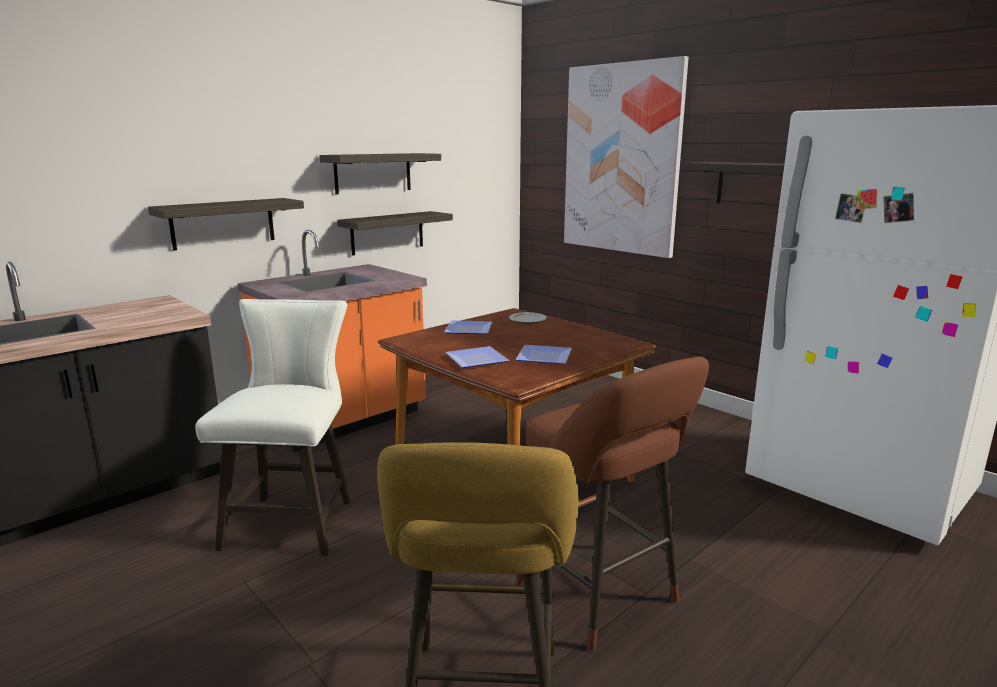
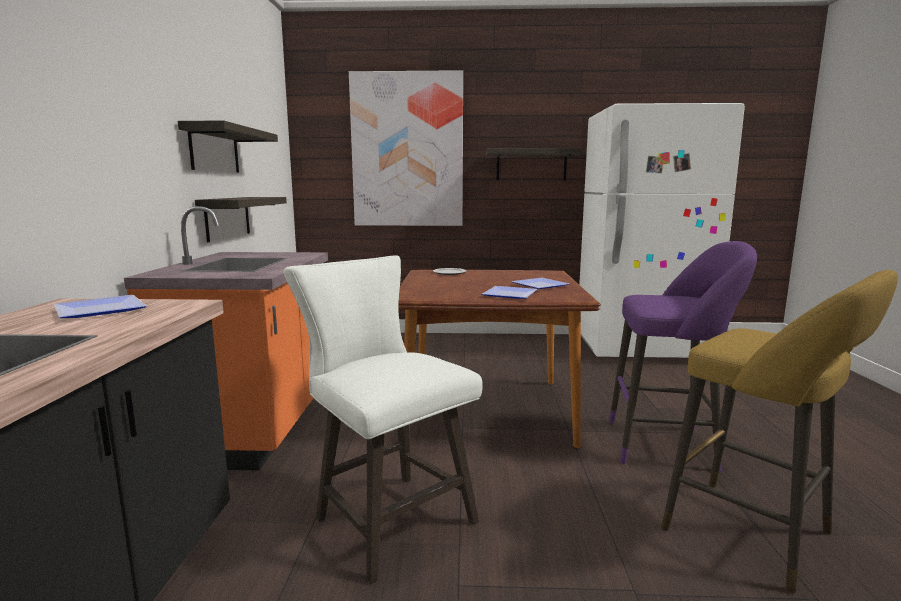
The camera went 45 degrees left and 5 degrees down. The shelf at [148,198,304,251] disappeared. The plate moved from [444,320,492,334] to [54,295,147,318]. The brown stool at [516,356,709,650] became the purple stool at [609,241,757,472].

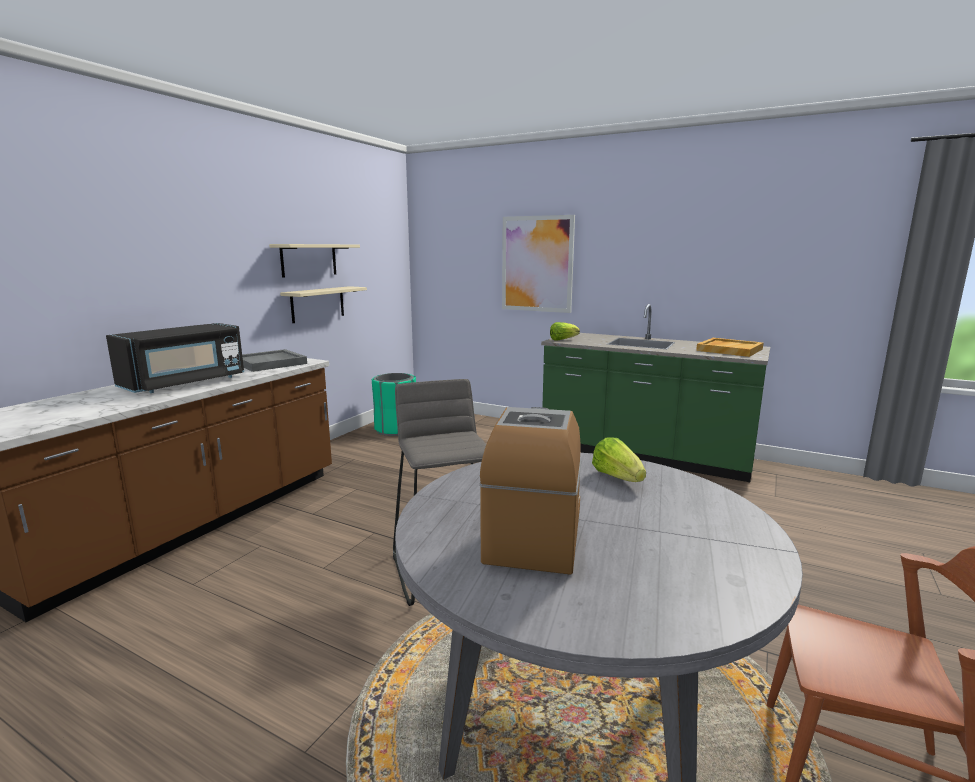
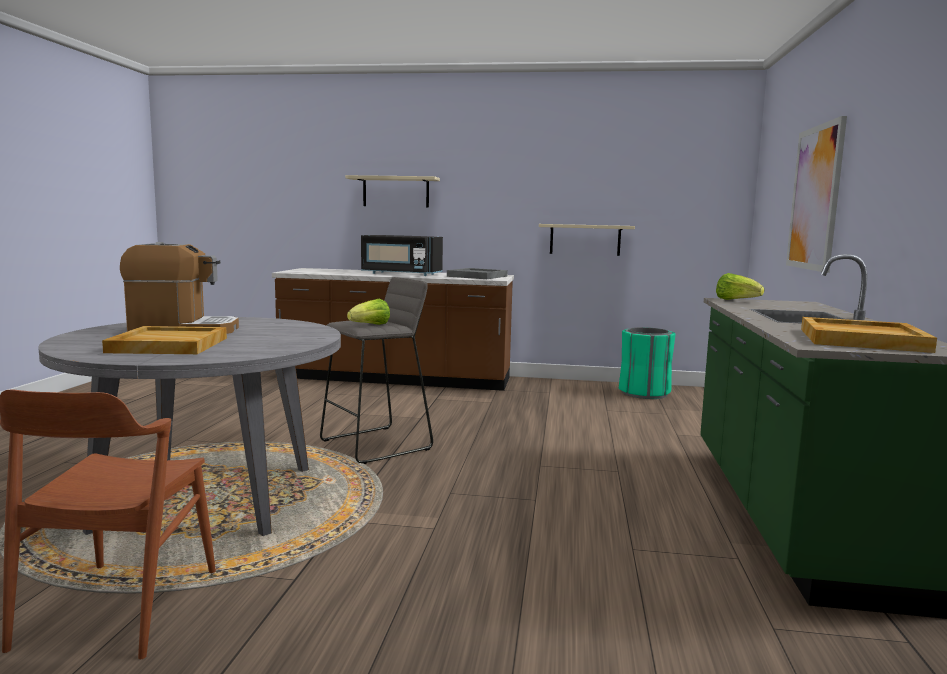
The camera went 70 degrees right and 5 degrees down. The beige shelf moved from [269,244,360,278] to [345,175,440,207]. The lettuce moved from [592,437,646,482] to [347,299,390,325]. The beige tray at [102,326,227,354] appeared.

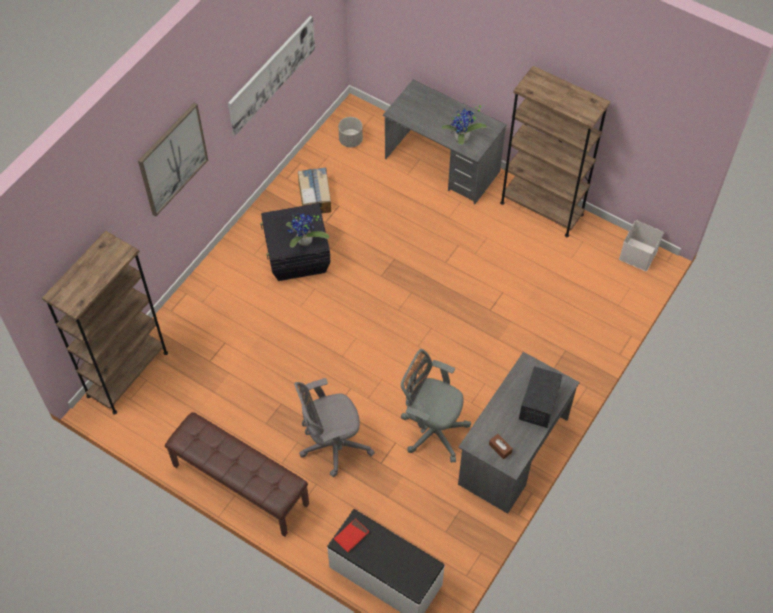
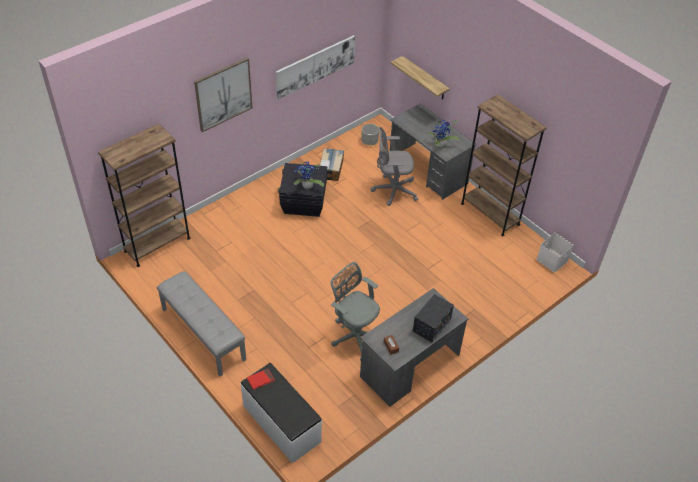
The camera went 15 degrees right and 10 degrees down. The grey office chair moved from [294,378,375,477] to [371,127,418,206]. The brown bench at [165,412,309,537] became the grey bench at [156,271,246,376]. The shelf at [391,56,450,100] appeared.

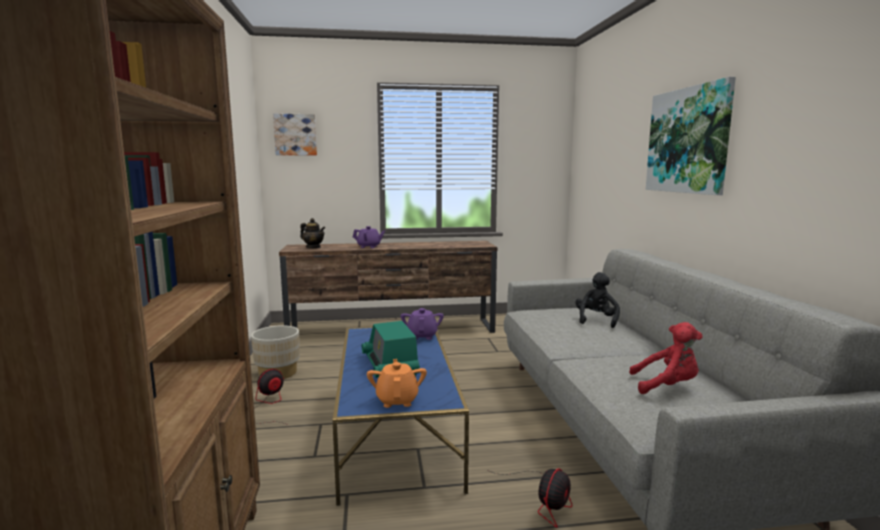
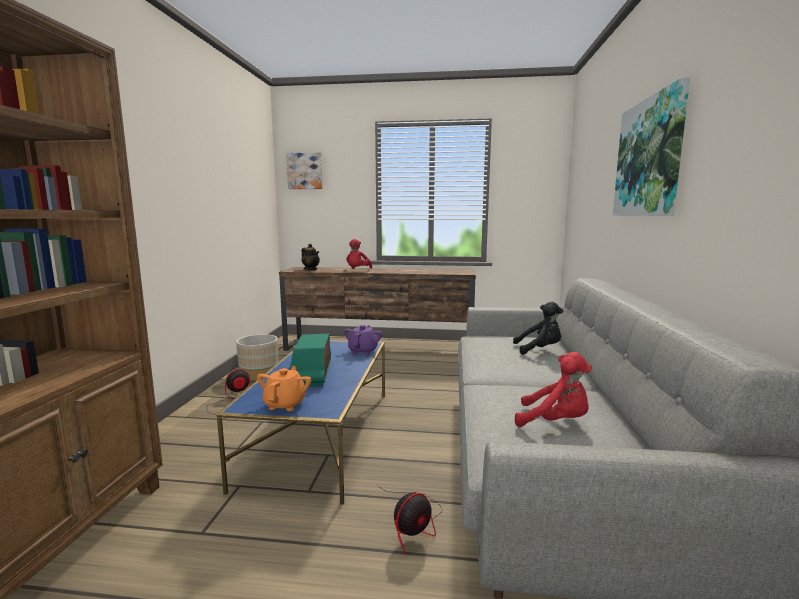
The camera went 15 degrees right and 0 degrees up. The purple teapot at [353,226,385,248] was replaced by the red plush toy at [346,239,372,269]. The black plush toy at [576,272,620,328] turned 60 degrees clockwise.

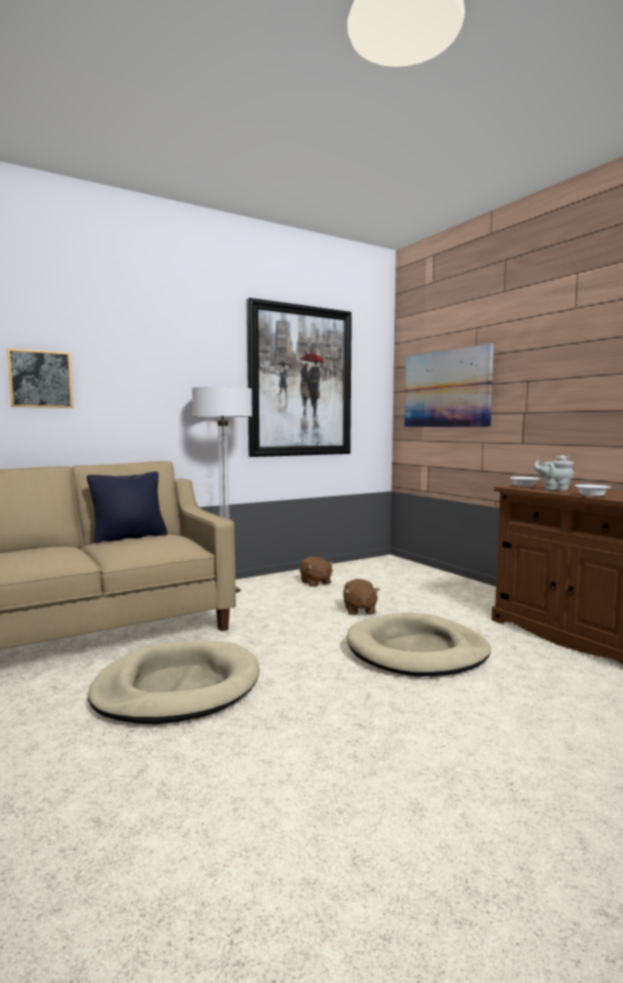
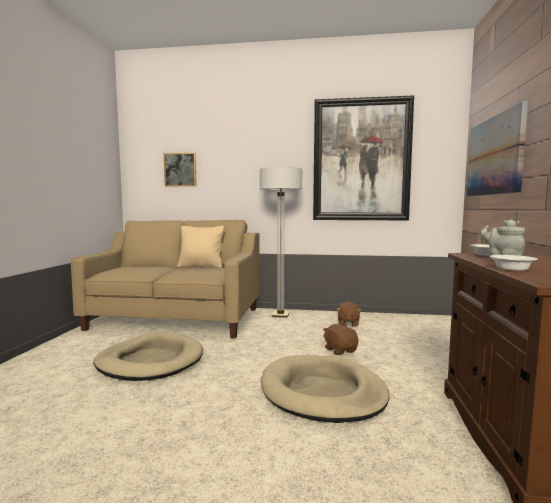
The camera went 40 degrees right and 0 degrees up. The black pillow at [87,471,167,543] became the beige pillow at [177,226,224,268]. The brown plush toy at [343,579,380,615] turned 120 degrees clockwise.

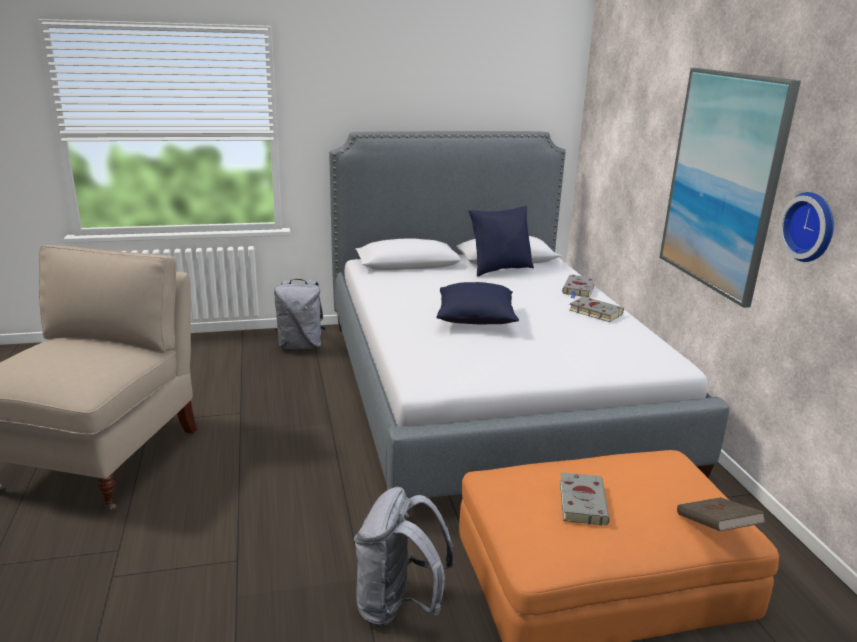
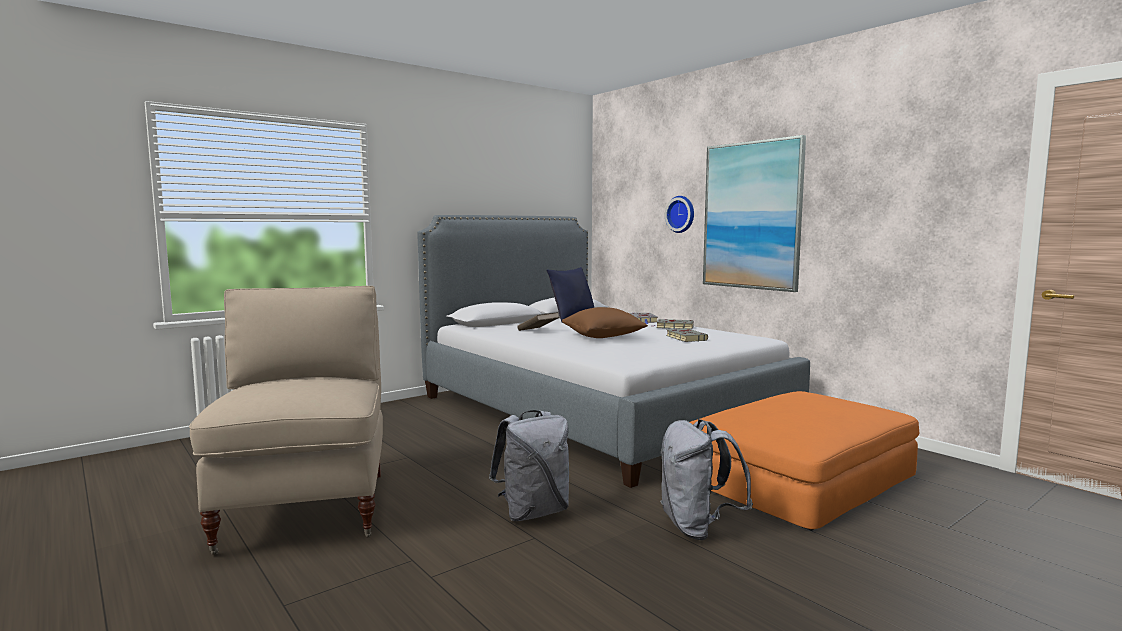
The camera went 25 degrees left and 15 degrees down. The wall clock moved from [779,192,834,262] to [665,196,694,233]. The grey backpack moved from [274,279,326,349] to [489,410,569,521]. The blue pillow at [436,282,519,325] became the brown pillow at [562,307,648,338]. The grey book moved from [560,472,610,526] to [666,328,708,342]. The brown book moved from [677,497,766,531] to [517,312,560,331].

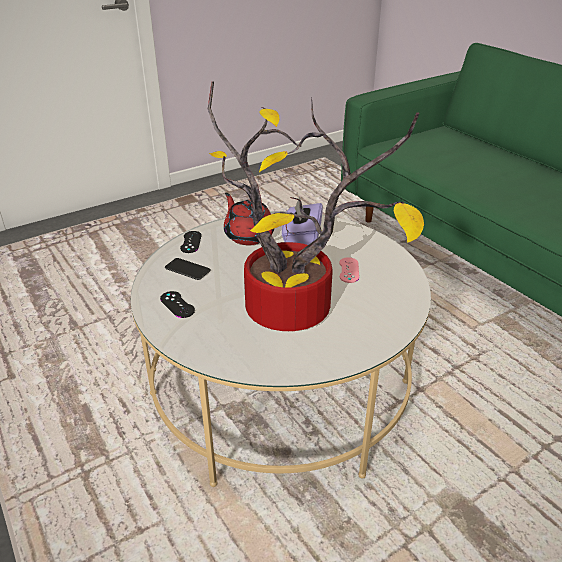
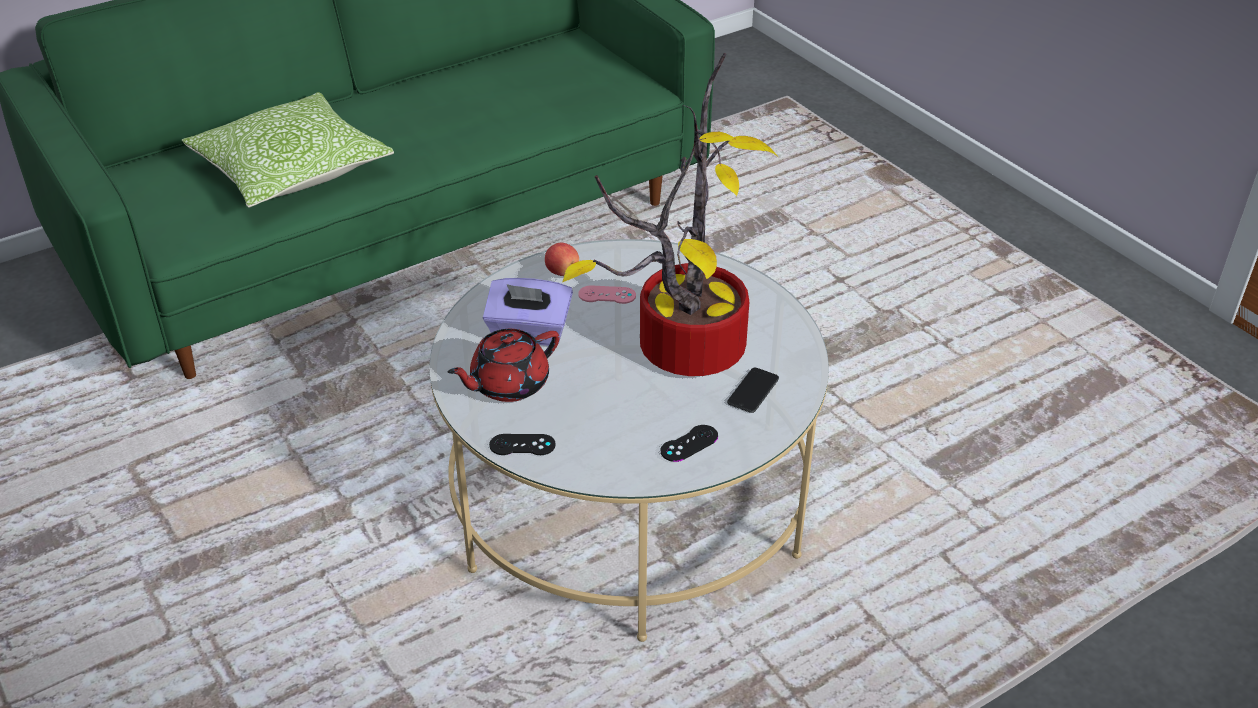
The camera went 90 degrees left and 5 degrees up. The phone moved from [165,258,211,280] to [727,368,779,413]. The pillow at [182,92,394,208] appeared. The apple at [545,243,579,276] appeared.

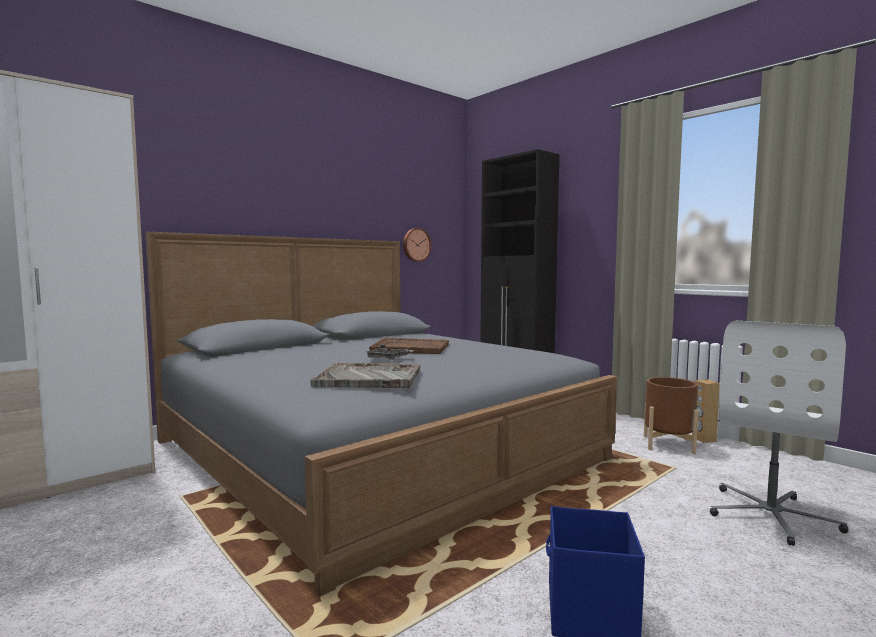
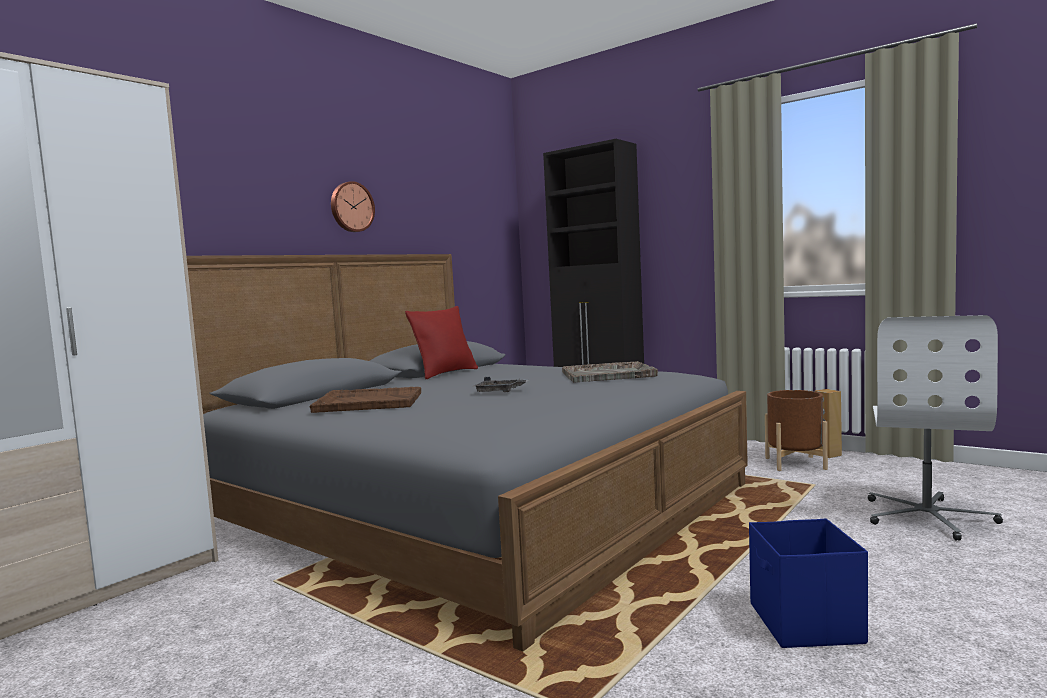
The camera went 10 degrees left and 0 degrees up. The wall clock moved from [403,228,431,262] to [331,181,375,232]. The brown tray moved from [369,337,449,354] to [310,387,421,413]. The grey tray moved from [310,363,421,388] to [562,361,658,382]. The red pillow at [405,306,478,379] appeared.

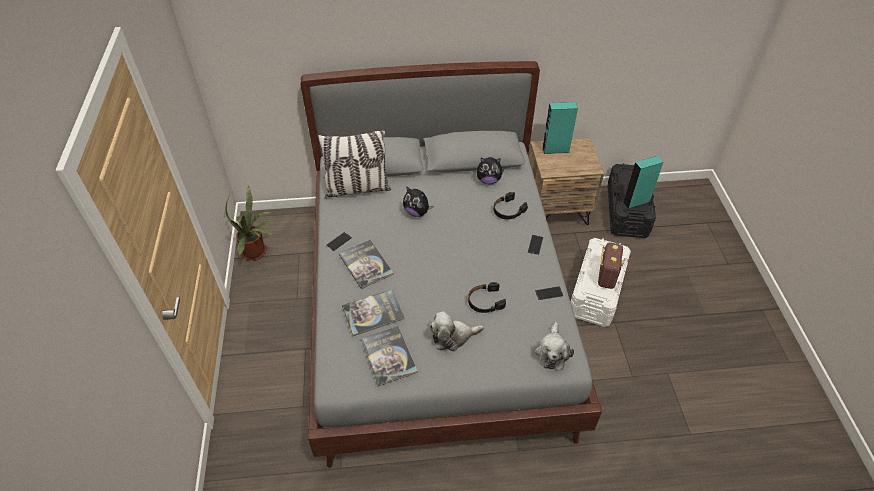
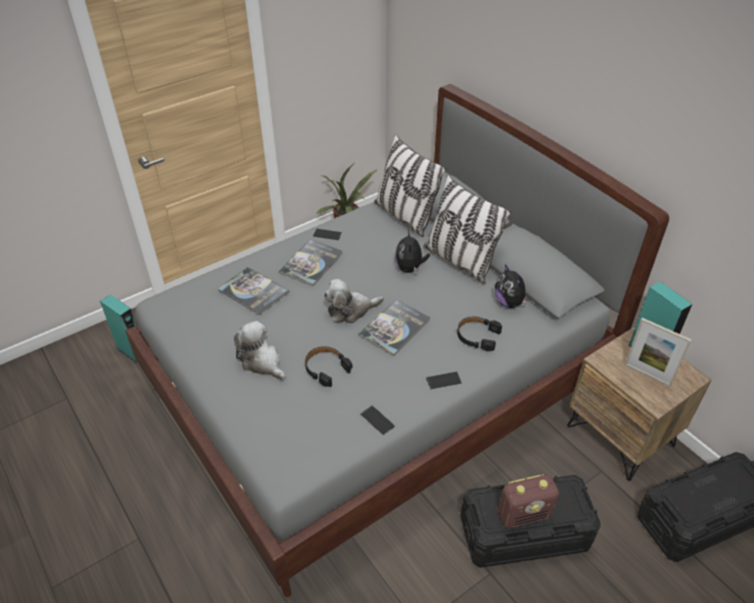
The camera went 60 degrees right and 5 degrees down. The turquoise speaker moved from [623,156,663,209] to [100,294,137,363]. The white storage box at [571,238,631,327] became the black storage box at [461,475,601,568]. The plush toy moved from [535,322,574,370] to [324,279,384,323]. The book moved from [361,326,418,386] to [358,299,430,356]. The pillow at [423,175,511,284] appeared. The picture frame at [625,318,692,387] appeared.

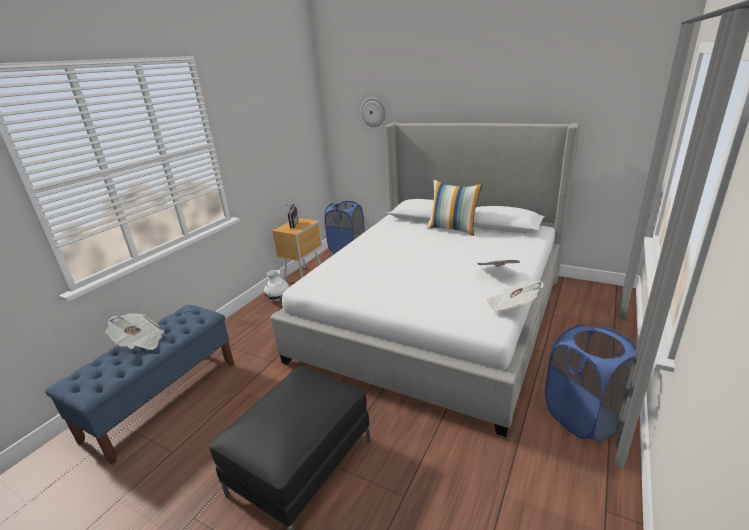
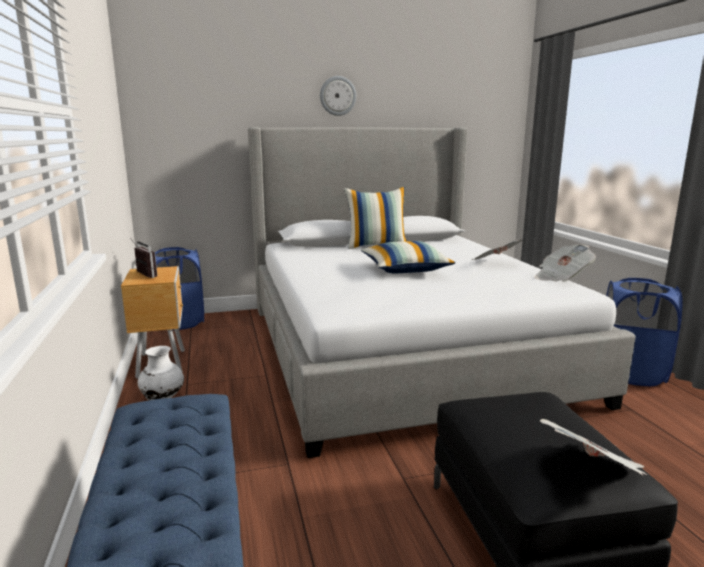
The camera went 45 degrees left and 10 degrees down. The wall clock moved from [361,97,386,127] to [320,76,356,116]. The newspaper moved from [105,313,164,350] to [540,419,646,476]. The pillow at [361,241,456,273] appeared.

